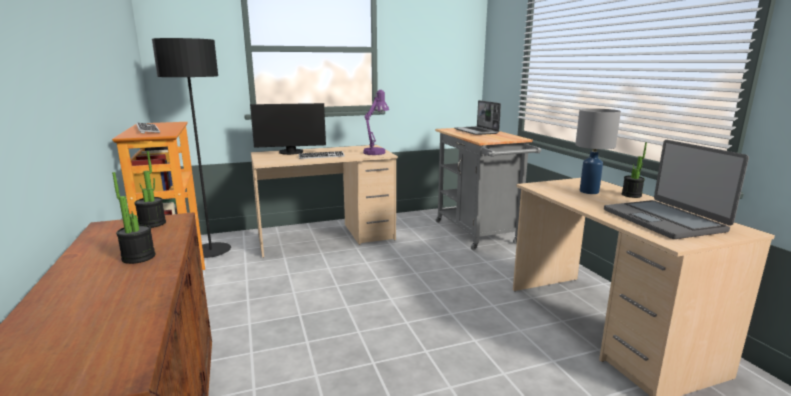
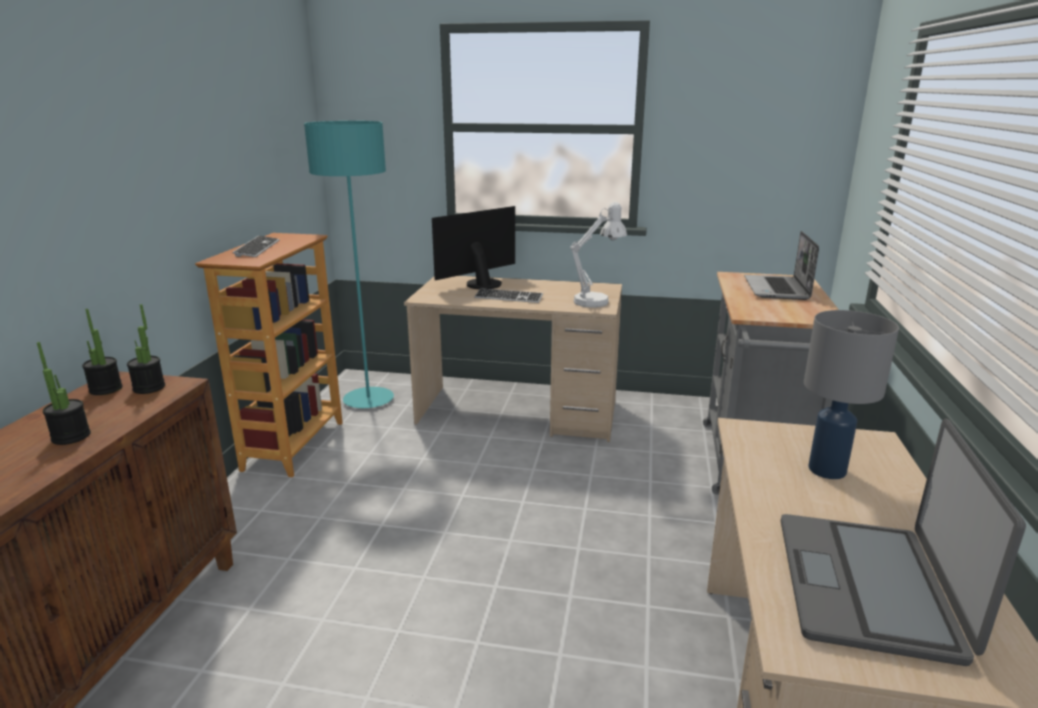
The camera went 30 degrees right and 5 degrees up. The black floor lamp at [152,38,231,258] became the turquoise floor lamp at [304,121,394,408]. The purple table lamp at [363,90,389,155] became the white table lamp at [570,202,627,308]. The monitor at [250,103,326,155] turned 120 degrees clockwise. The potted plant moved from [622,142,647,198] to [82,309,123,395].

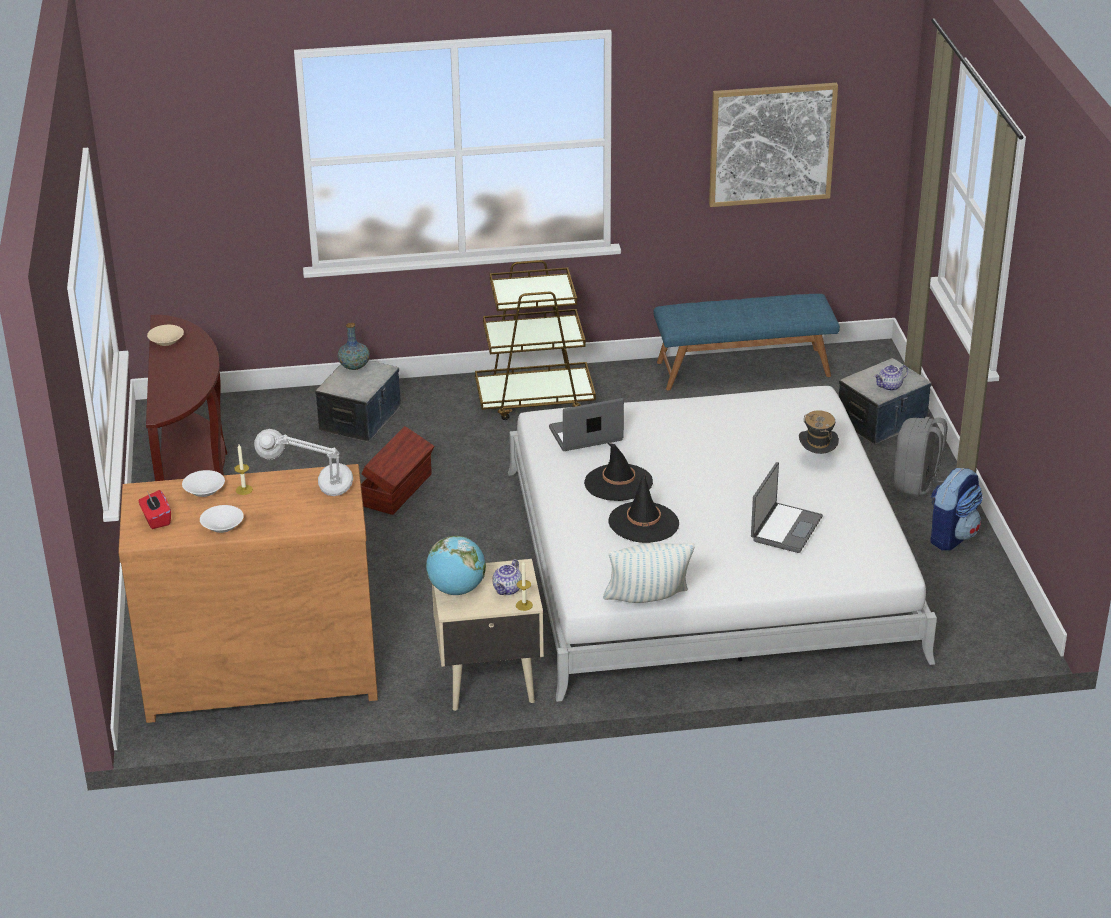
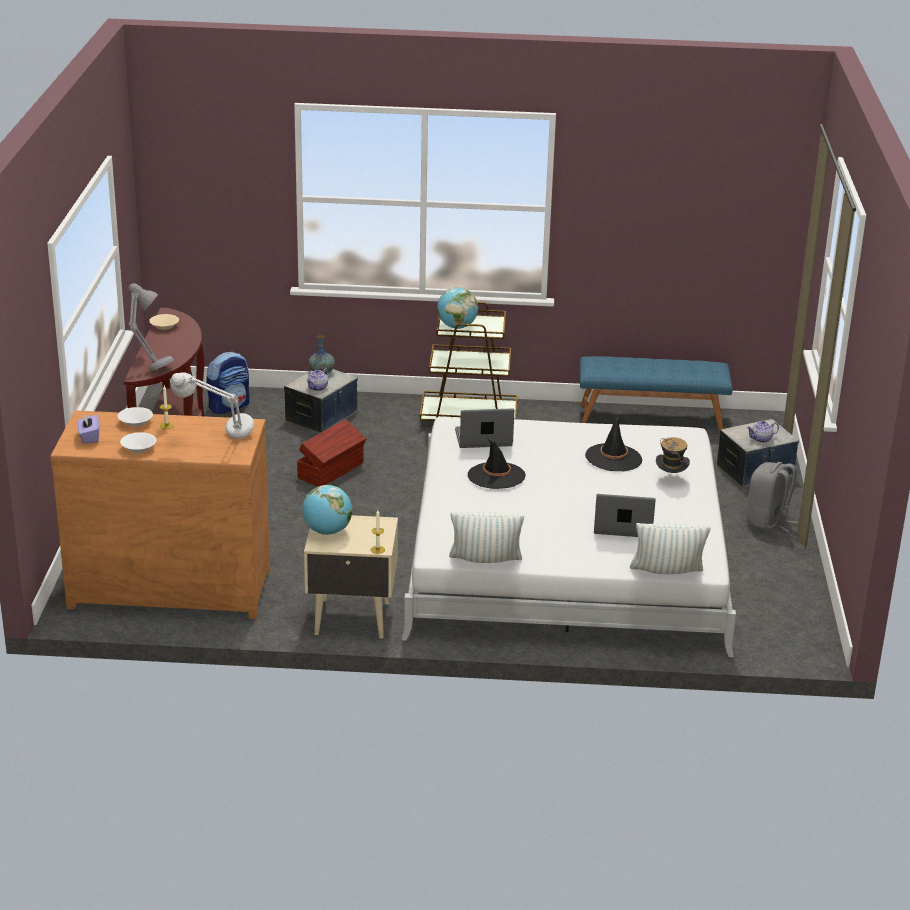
The camera went 10 degrees right and 5 degrees down. The picture at [709,83,838,207] disappeared. The laptop at [751,462,823,553] turned 120 degrees counterclockwise. The backpack moved from [930,468,983,551] to [206,352,250,414]. The black hat moved from [608,472,679,543] to [585,417,642,471]. The red tissue box at [138,490,171,529] became the purple tissue box at [77,413,99,444]. The teapot moved from [492,559,522,595] to [306,368,329,391]. The grey table lamp at [128,283,174,371] appeared. The globe at [437,287,478,329] appeared. The pillow at [630,523,710,574] appeared.

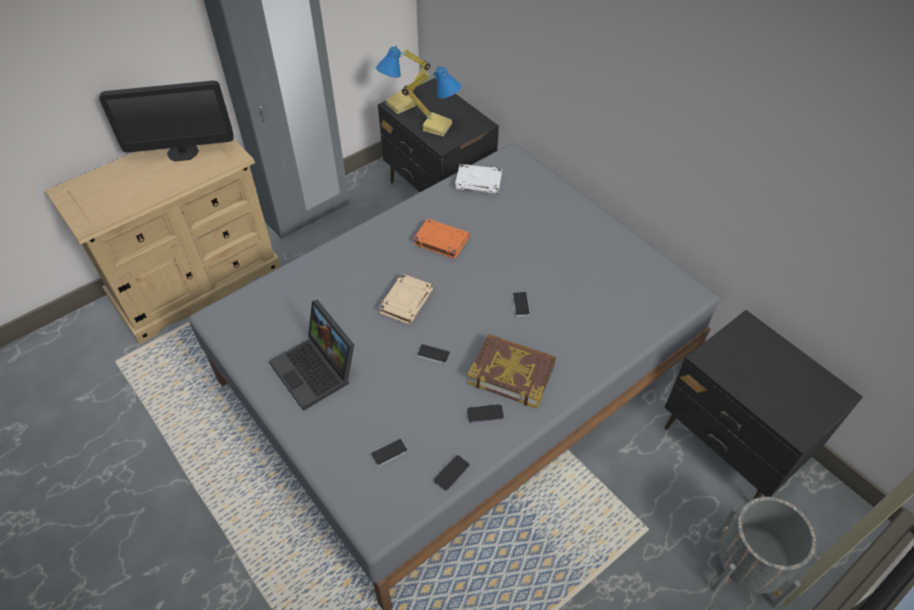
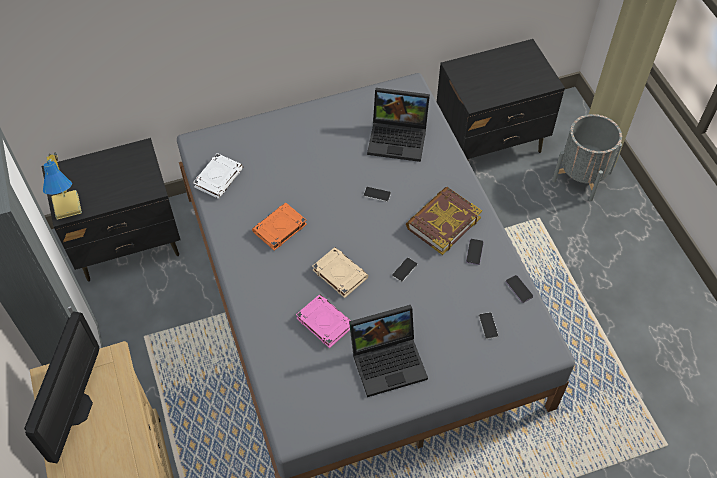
The camera went 70 degrees left and 5 degrees up. The table lamp at [402,66,462,136] disappeared. The laptop at [367,88,430,162] appeared. The pink book at [296,294,350,348] appeared.

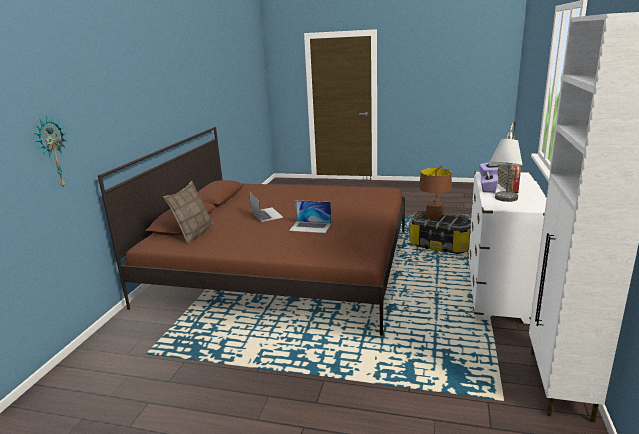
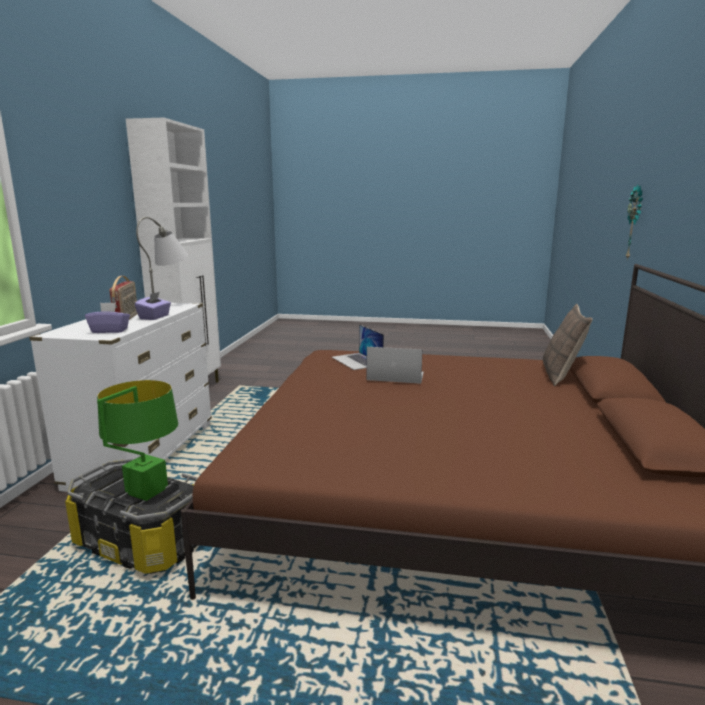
The camera went 175 degrees right and 5 degrees down. The brown table lamp at [419,165,452,220] became the green table lamp at [97,380,178,501]. The laptop moved from [249,192,283,222] to [332,324,384,370].

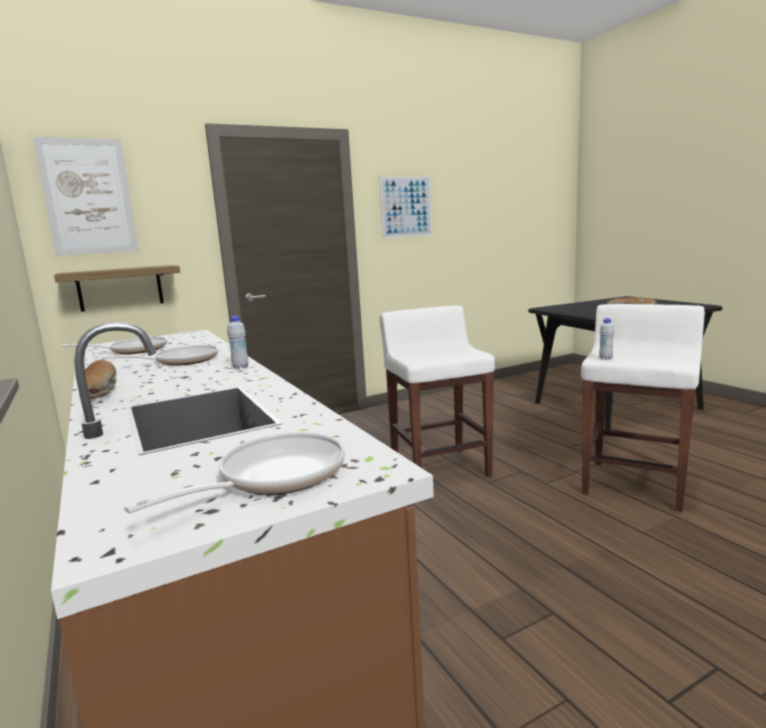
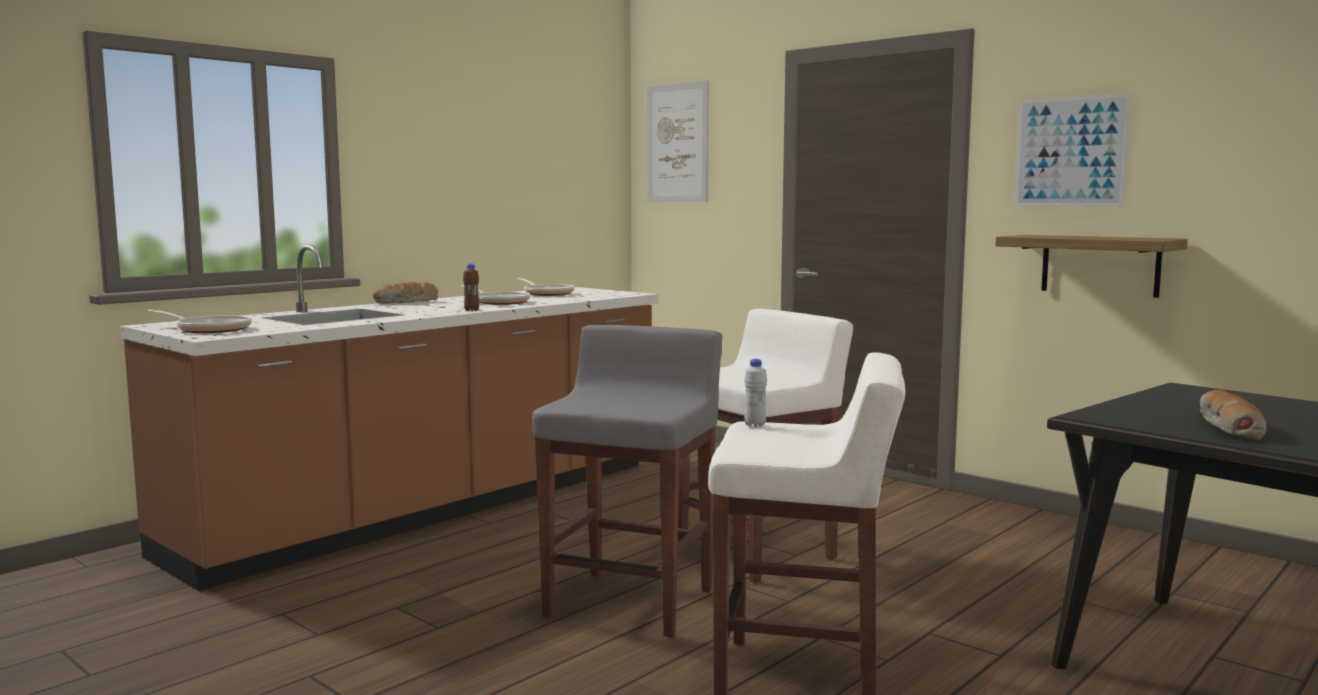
The camera went 70 degrees right and 5 degrees down. The shelf moved from [54,265,180,312] to [995,235,1188,298]. The white bottle at [227,315,249,369] became the brown bottle at [463,263,479,311]. The grey stool at [532,325,722,638] appeared.

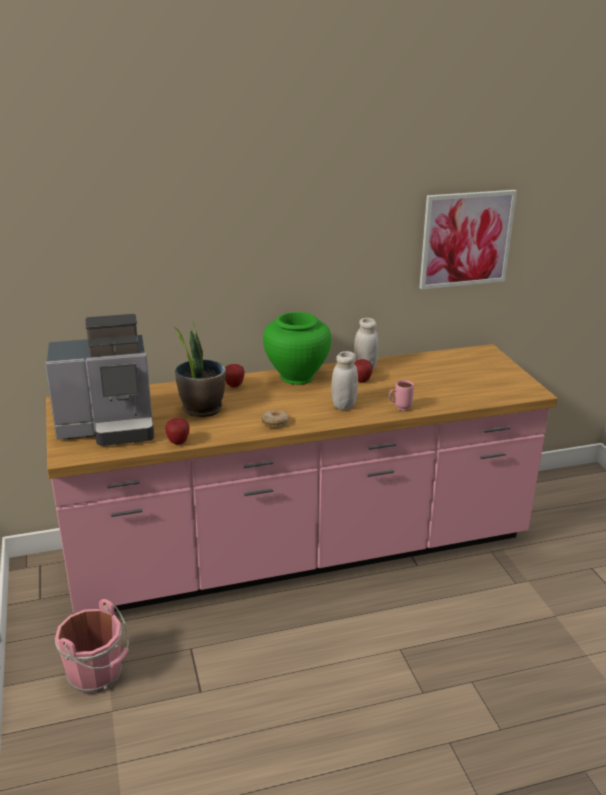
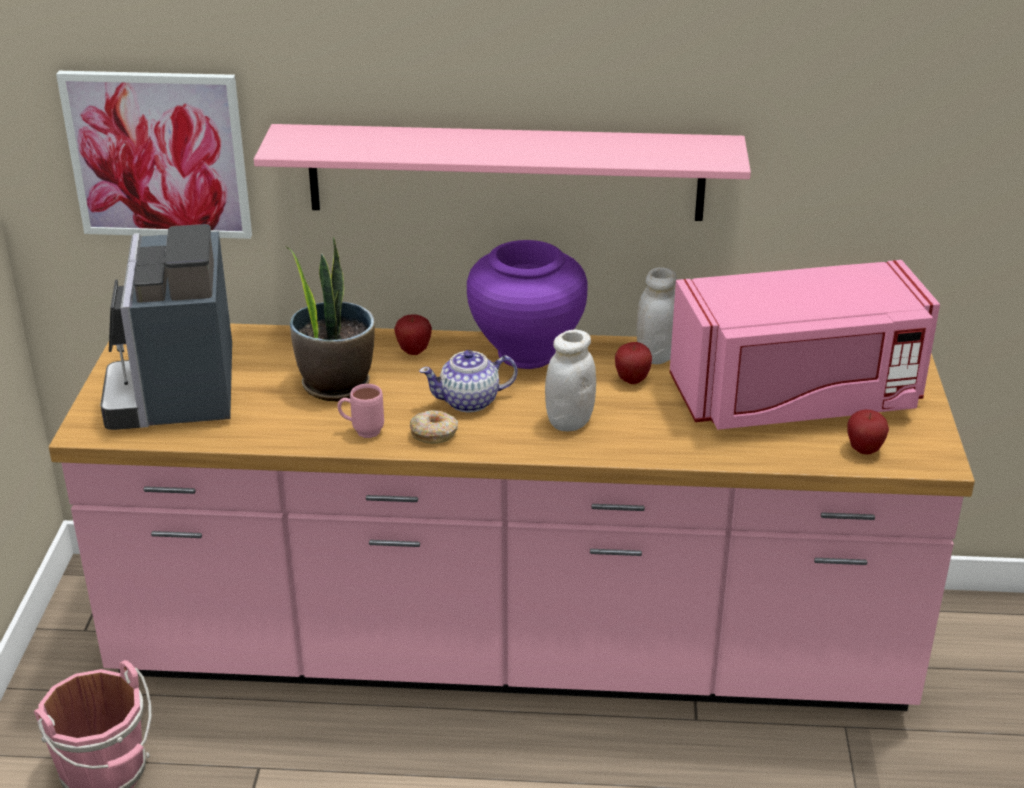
The camera went 20 degrees right and 5 degrees up. The picture moved from [419,190,517,289] to [56,71,252,239]. The green vase at [263,312,331,385] became the purple vase at [467,240,587,369]. The coffee machine at [45,314,154,446] turned 75 degrees clockwise. The pink mug moved from [389,380,414,411] to [337,384,384,438]. The apple moved from [165,418,190,445] to [847,409,889,454]. The pink shelf at [254,124,751,221] appeared. The pink microwave at [670,260,940,430] appeared. The teapot at [419,350,518,413] appeared.

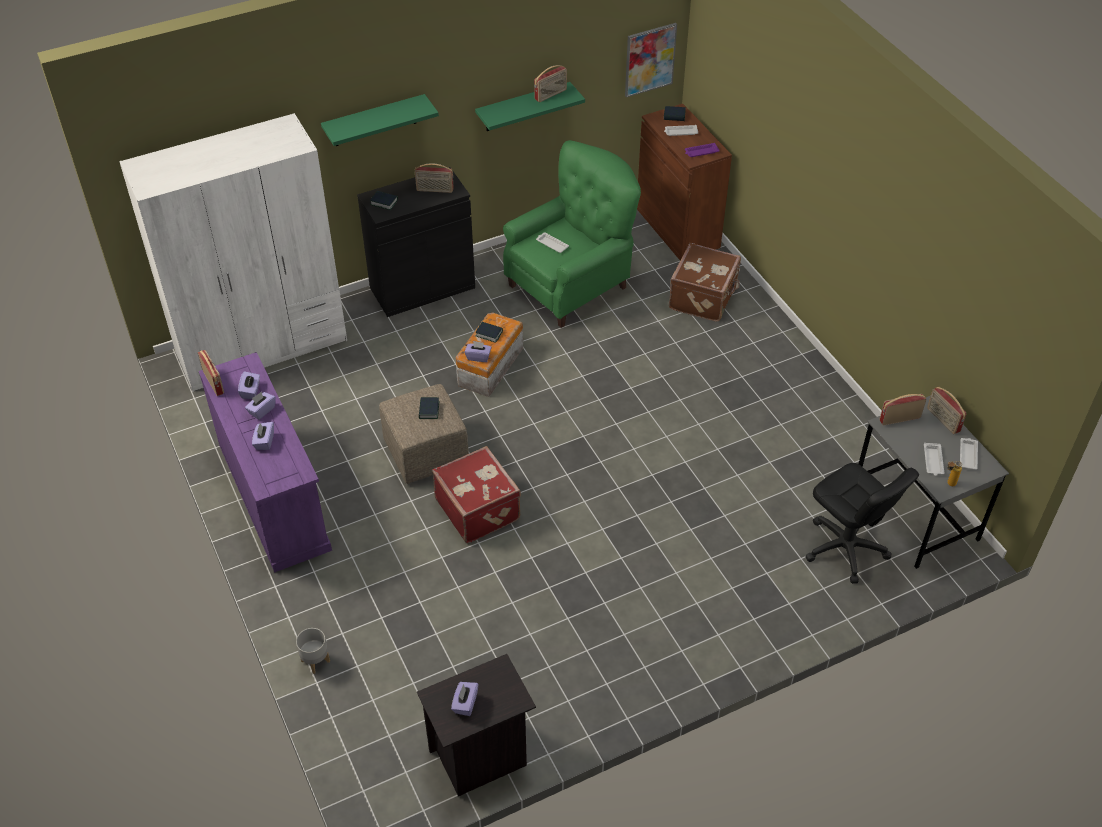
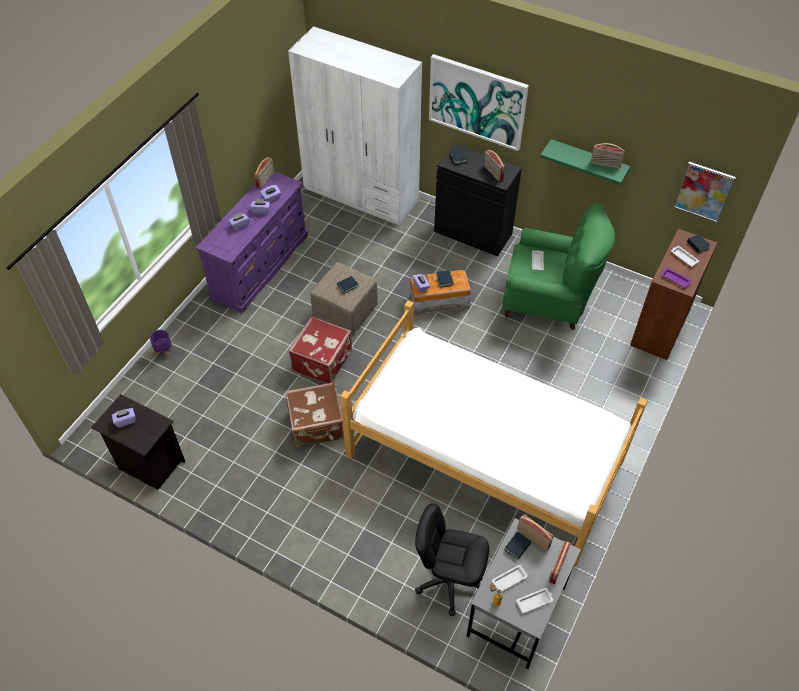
The camera went 55 degrees right and 5 degrees up. The green shelf at [321,94,439,146] was replaced by the picture at [429,54,529,151]. The brown suitcase moved from [669,243,741,322] to [285,382,344,448]. The black office chair at [805,463,919,584] turned 90 degrees clockwise. The grey planter at [296,628,330,674] became the purple planter at [150,330,173,359]. The bed at [340,300,647,567] appeared. The book at [504,532,531,560] appeared.

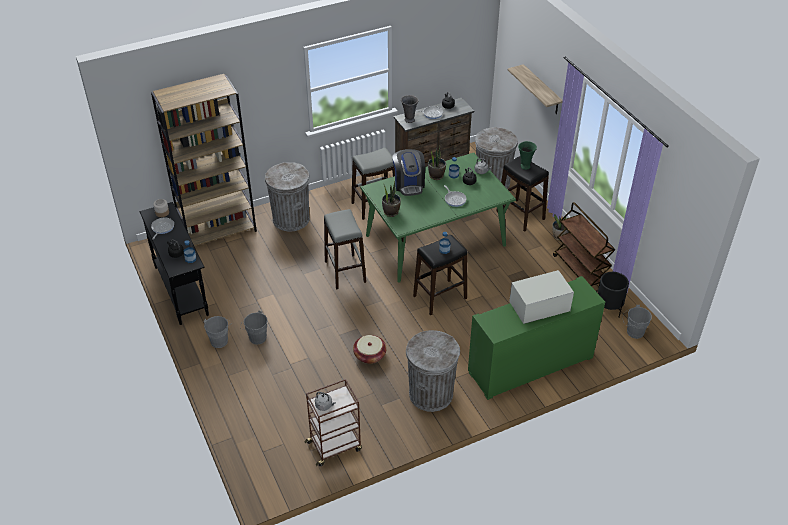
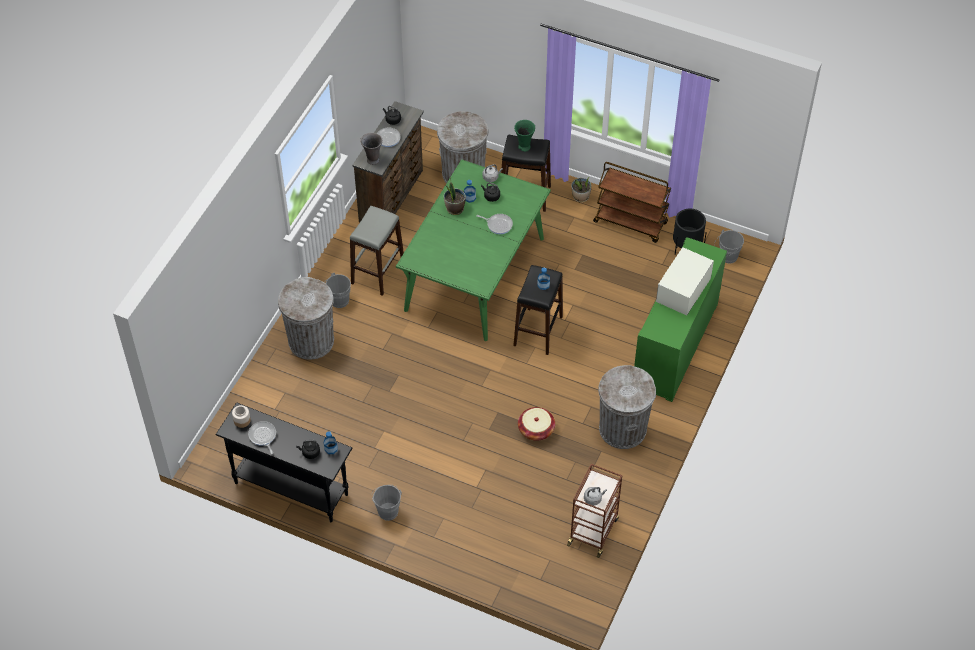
The camera went 40 degrees left and 10 degrees up. The shelf at [508,64,563,114] disappeared. The brown bookcase at [151,74,257,246] disappeared. The coffee machine at [393,149,425,196] disappeared. The potted plant at [382,181,401,217] disappeared. The grey stool at [324,209,366,290] disappeared. The grey bucket moved from [240,310,267,345] to [326,273,351,308].

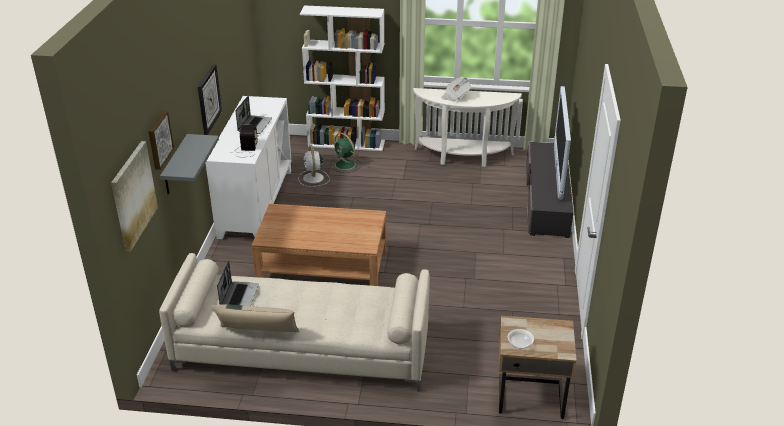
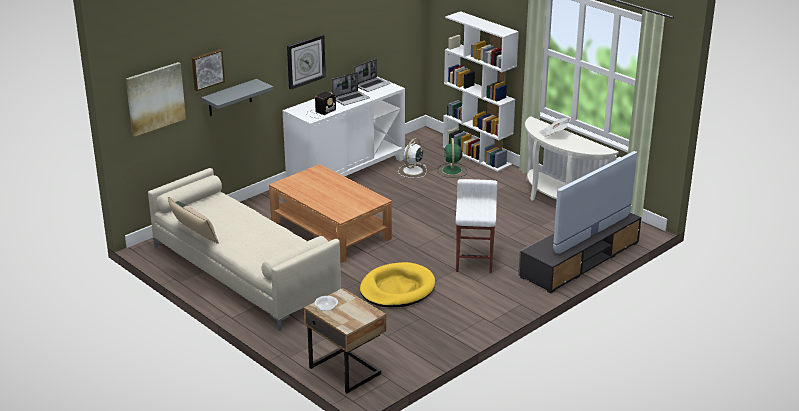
The camera went 40 degrees right and 5 degrees down. The laptop moved from [217,260,259,306] to [354,59,391,92]. The white stool at [456,179,497,273] appeared. The yellow dog bed at [360,262,435,307] appeared.

